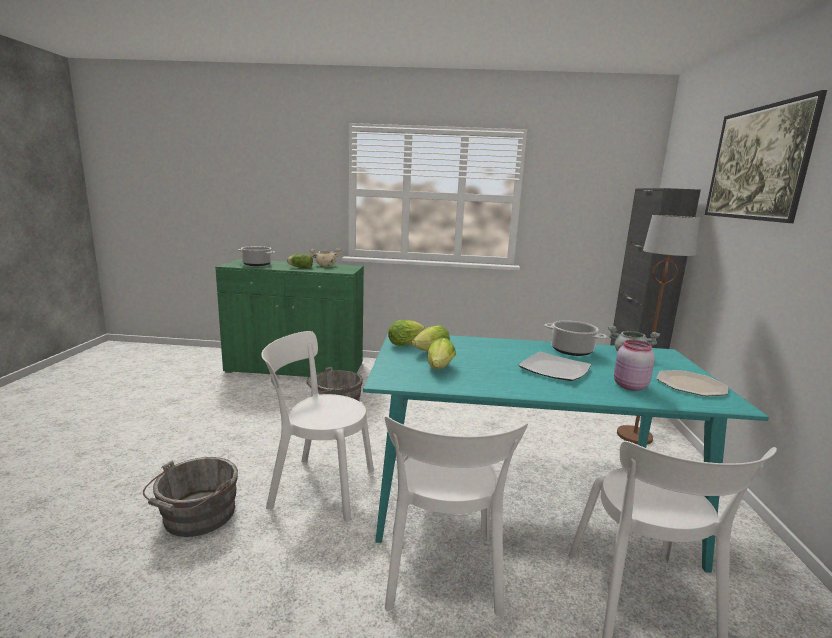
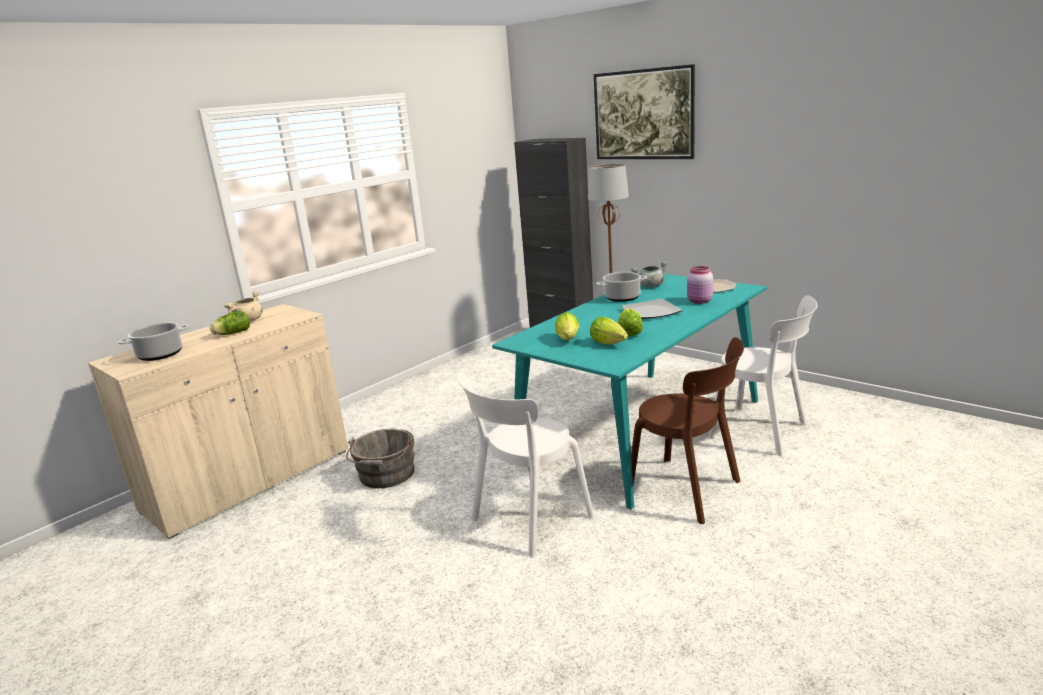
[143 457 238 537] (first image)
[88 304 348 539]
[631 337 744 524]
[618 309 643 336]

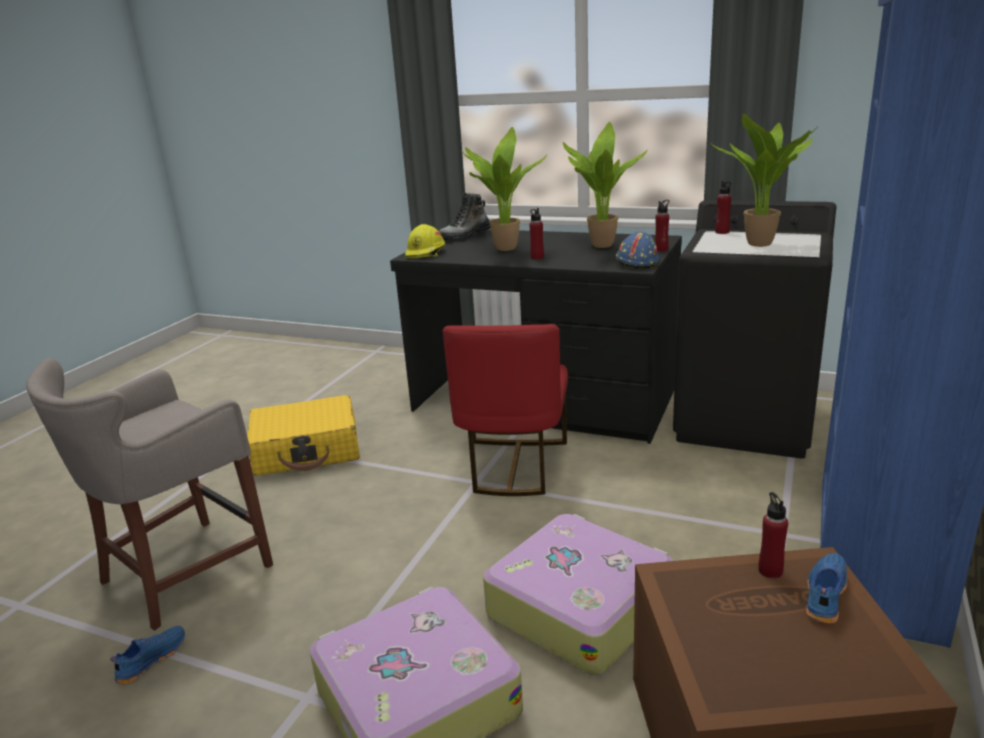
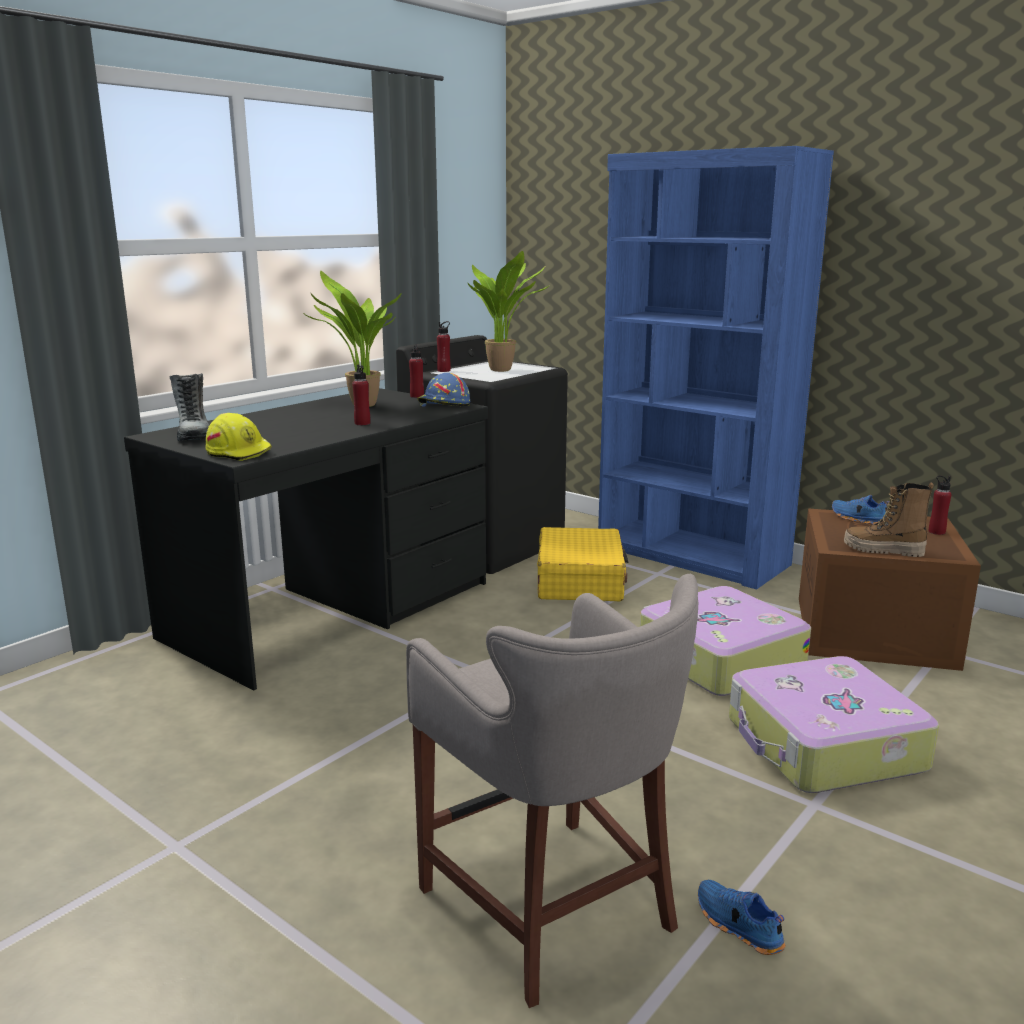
[537 527 629 601]
[443 324 568 496] (first image)
[462 127 547 251] (first image)
[929 476 952 535]
[844 483 934 557]

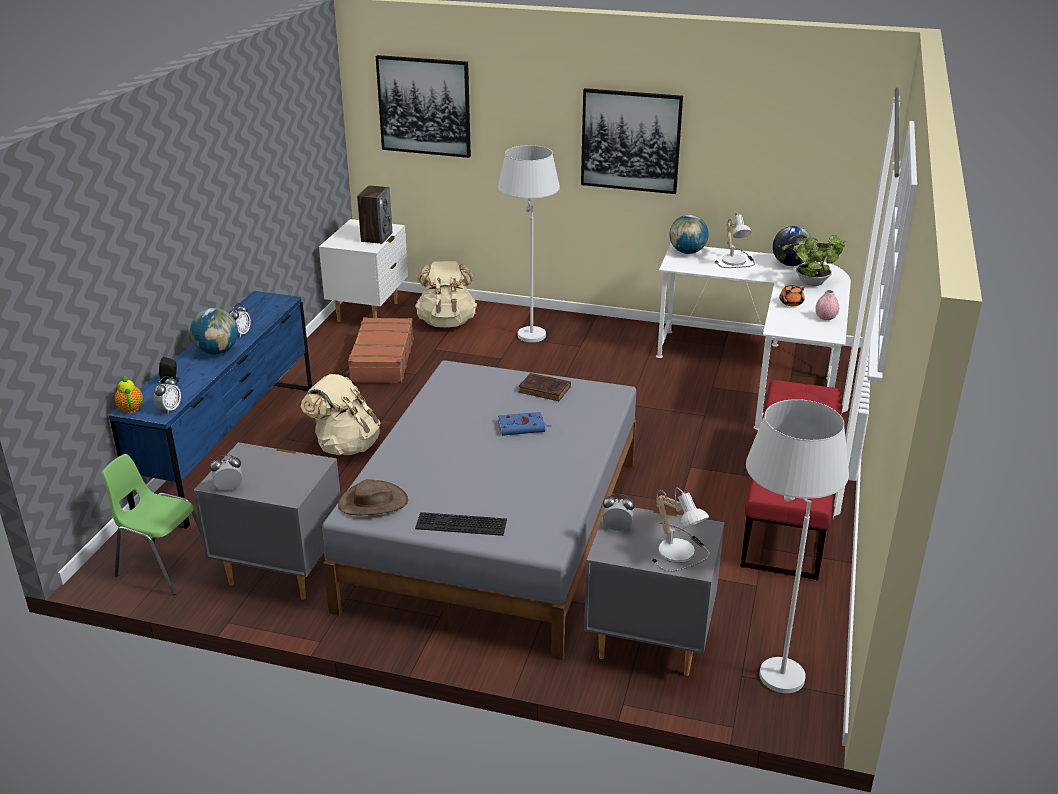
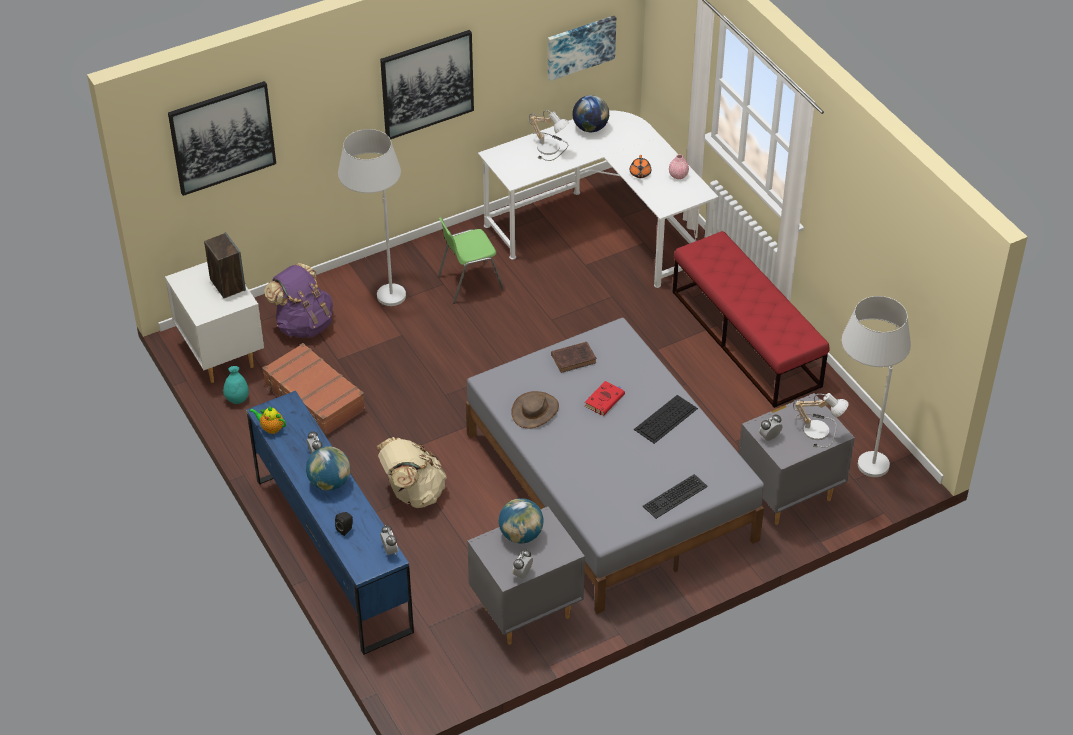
[438 217 504 304]
[250 406 286 434]
[511 391 559 428]
[264 263 333 338]
[585 381 625 416]
[499 498 544 543]
[782 235 845 286] (first image)
[223 366 249 404]
[548 16 616 81]
[634 395 698 444]

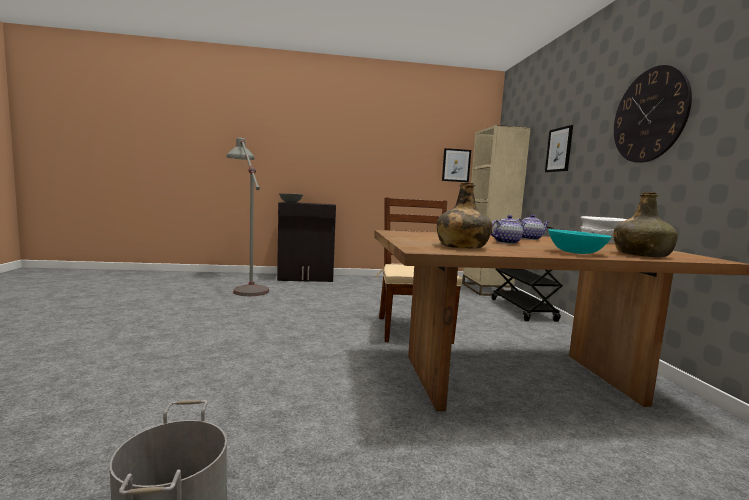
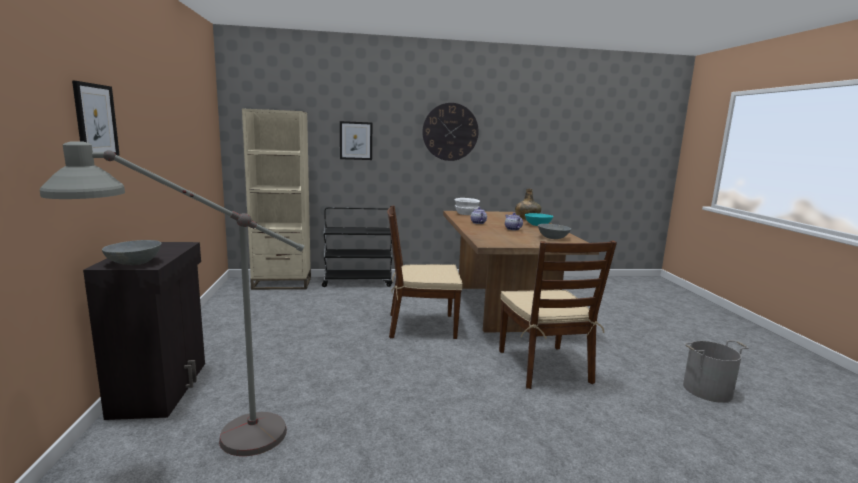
[538 224 571 239]
[72 81 120 156]
[499 240 617 389]

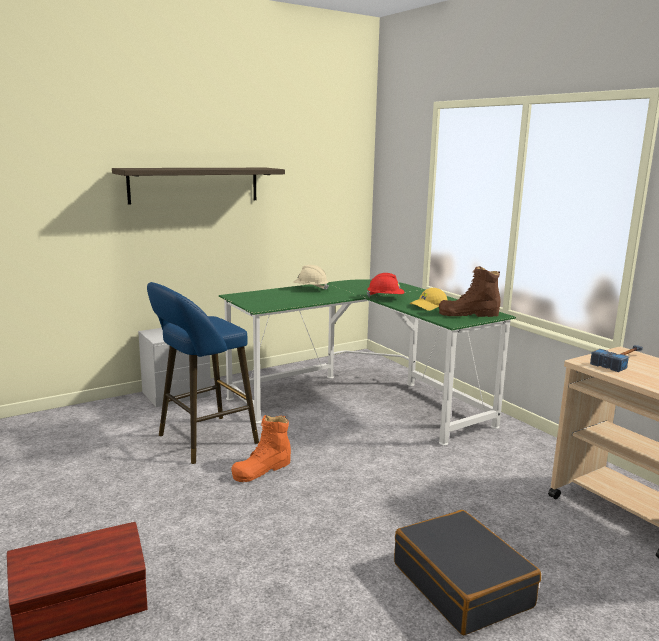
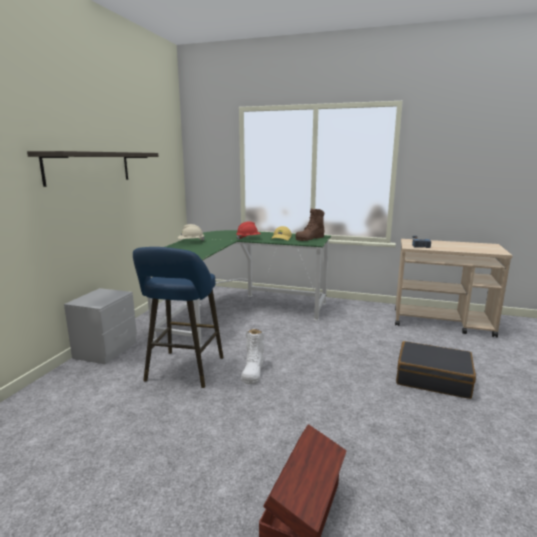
[241 328 264 384]

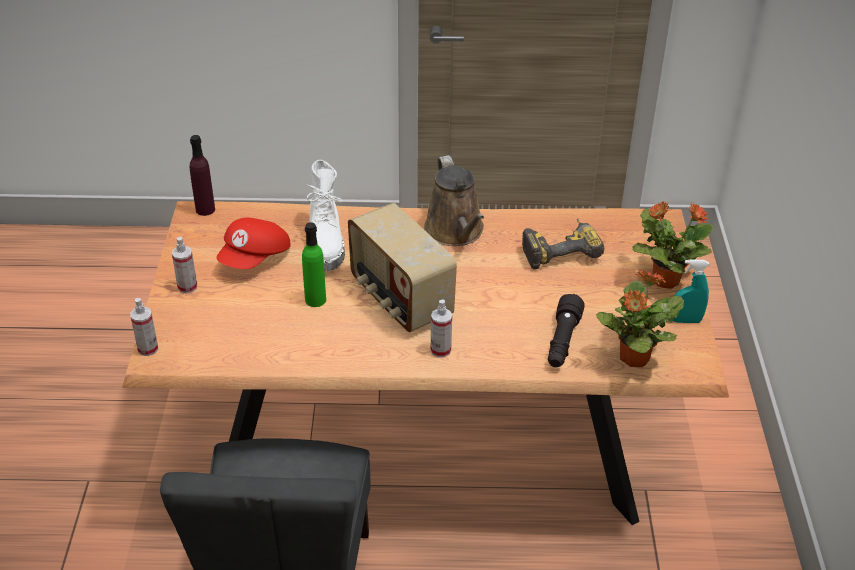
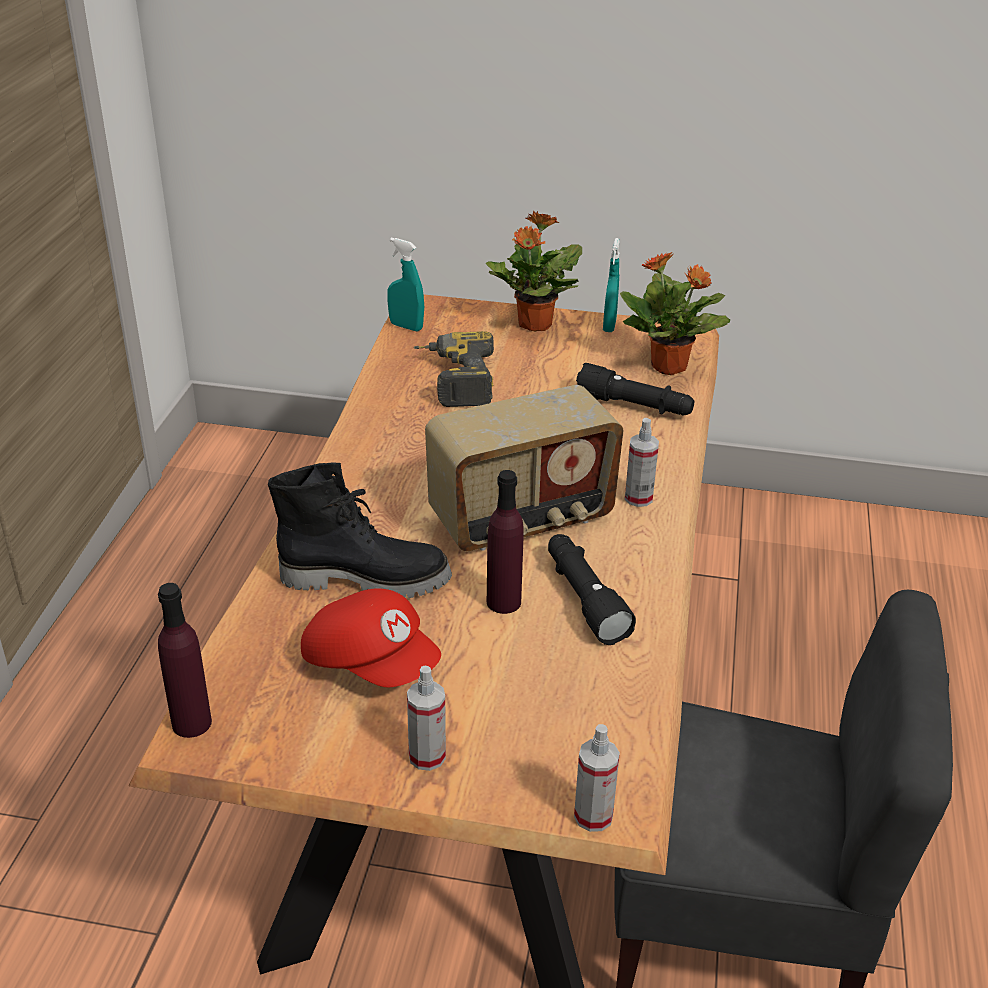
[487 470 524 614]
[268 462 452 598]
[424 155 484 246] (first image)
[387 237 424 331]
[548 534 636 645]

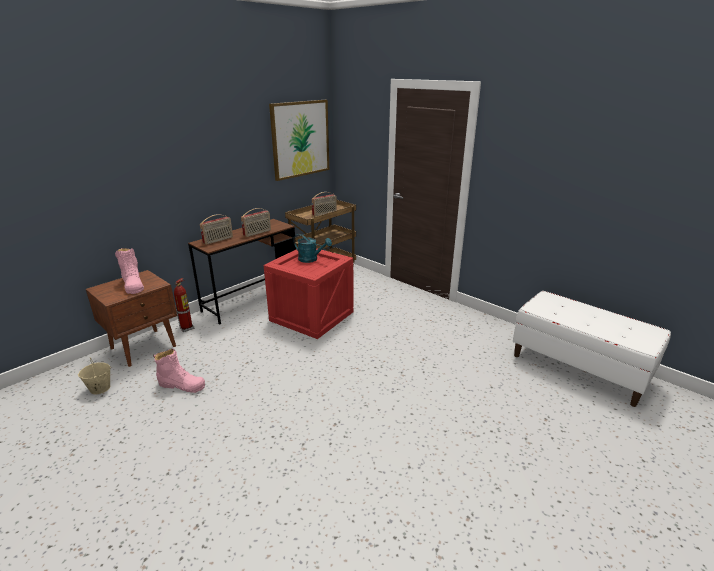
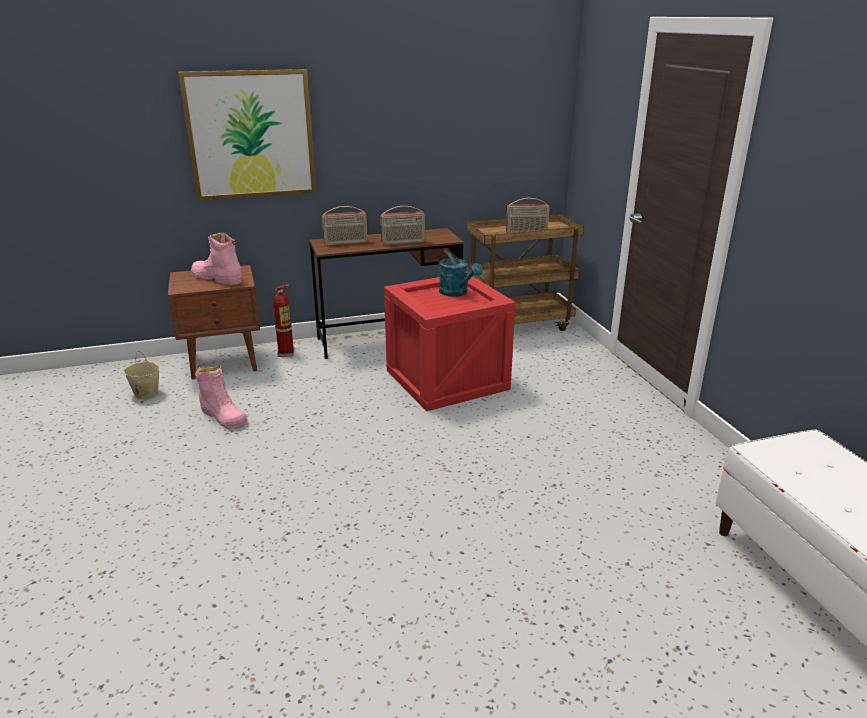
[191 233 242 285]
[178 69 316 200]

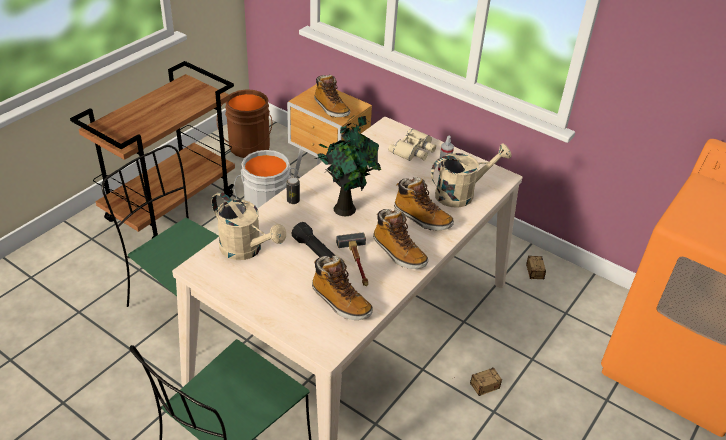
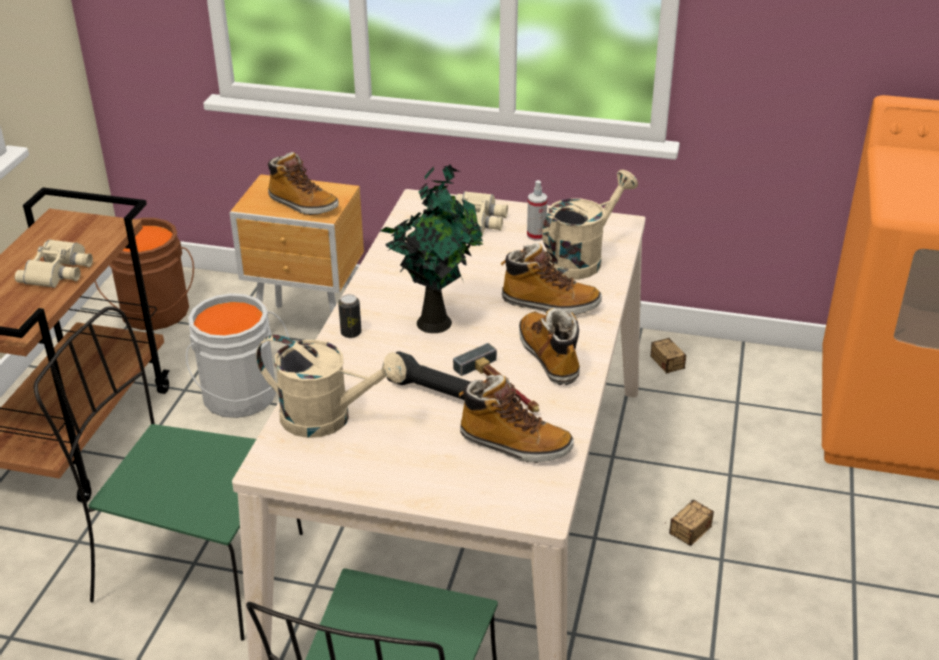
[519 308 580 385]
[15 239 93 288]

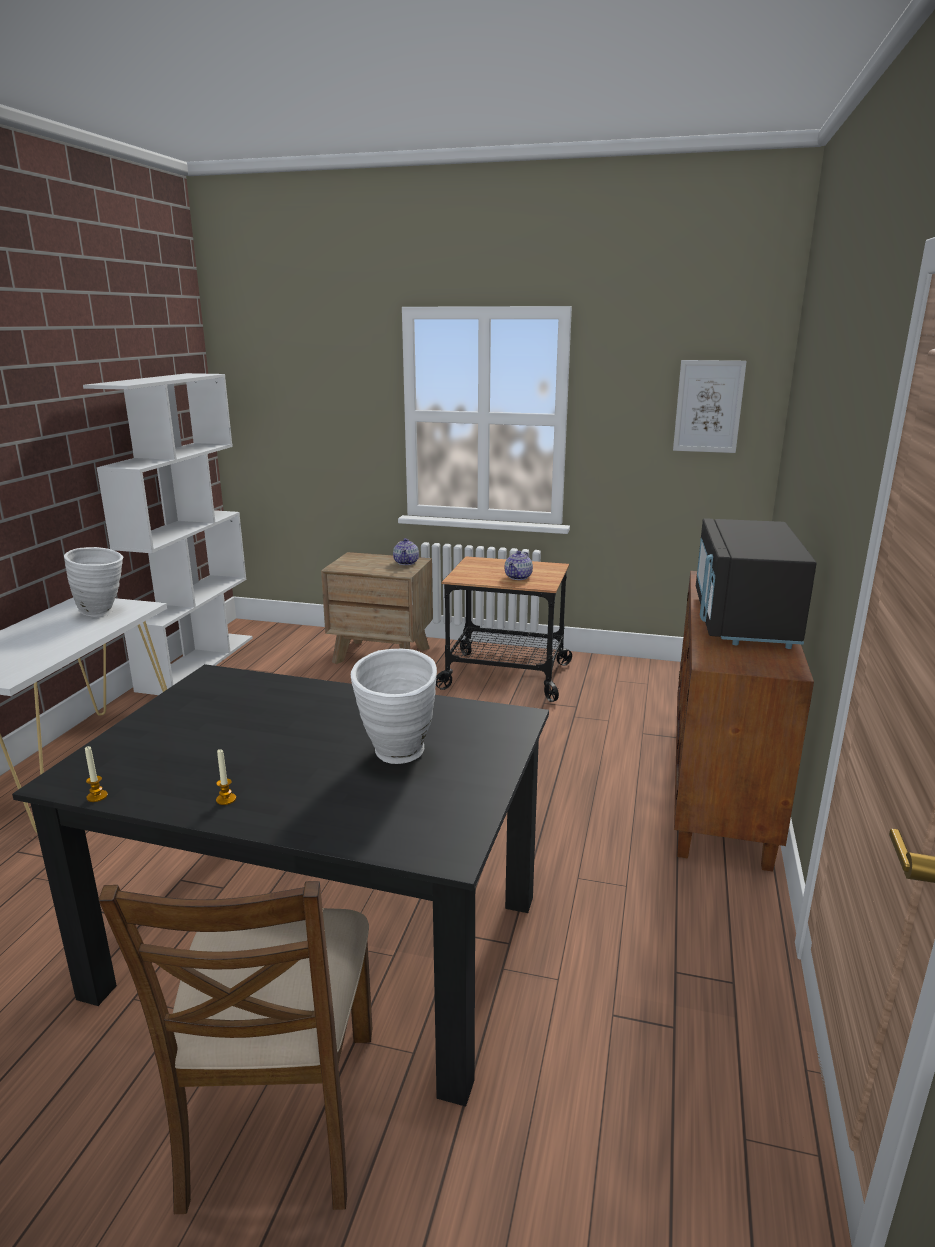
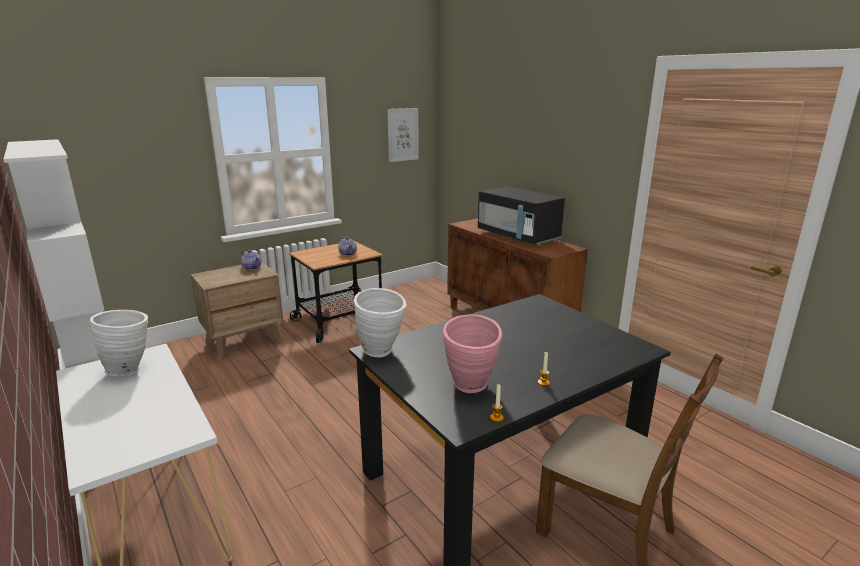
[354 288 407 357]
[443 314 502 393]

